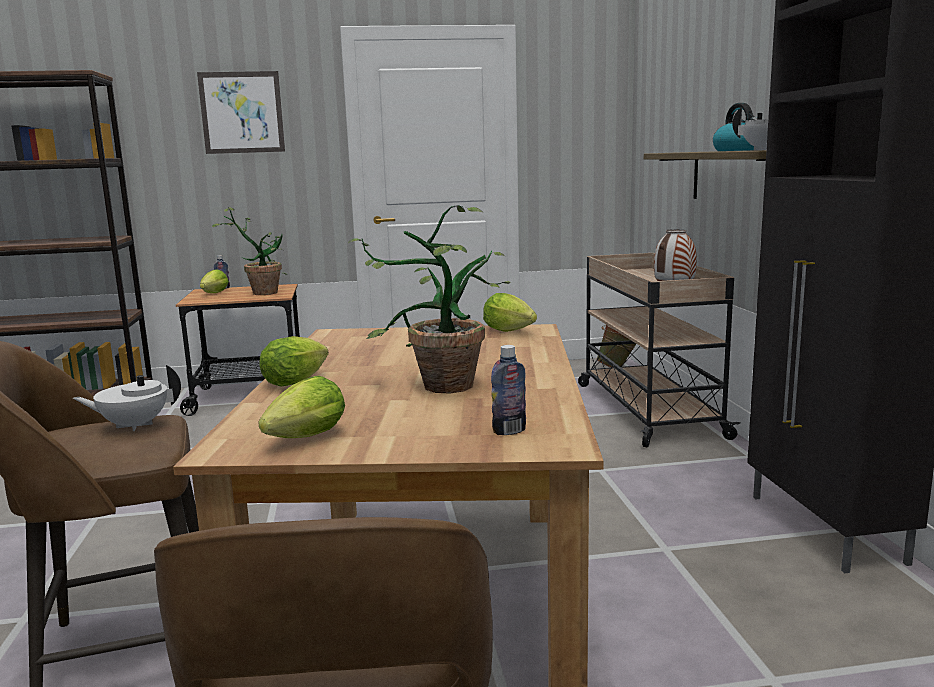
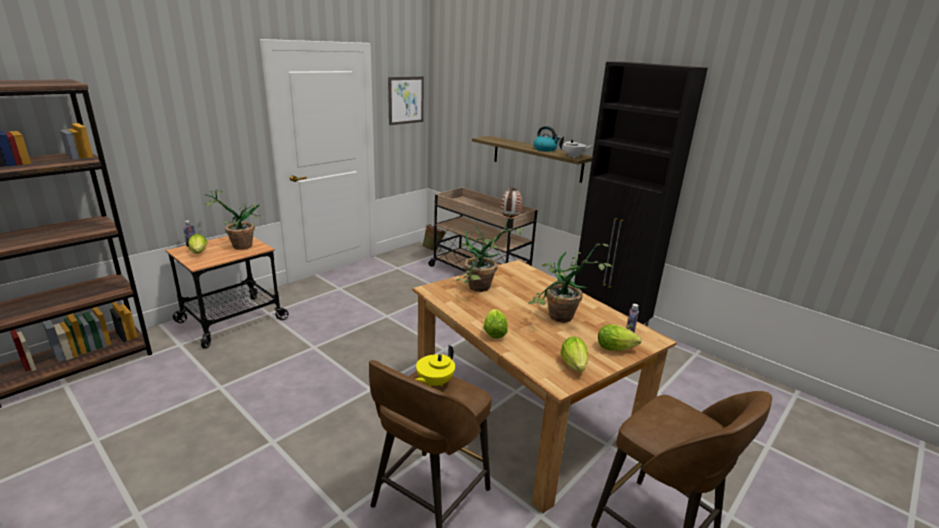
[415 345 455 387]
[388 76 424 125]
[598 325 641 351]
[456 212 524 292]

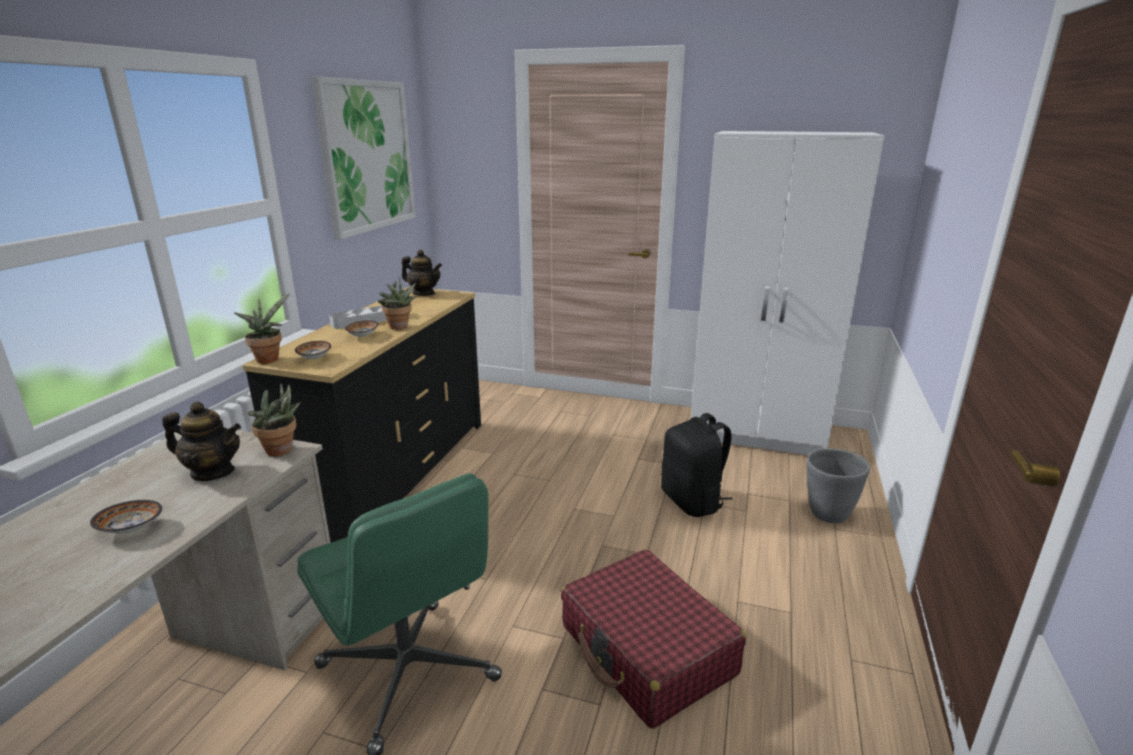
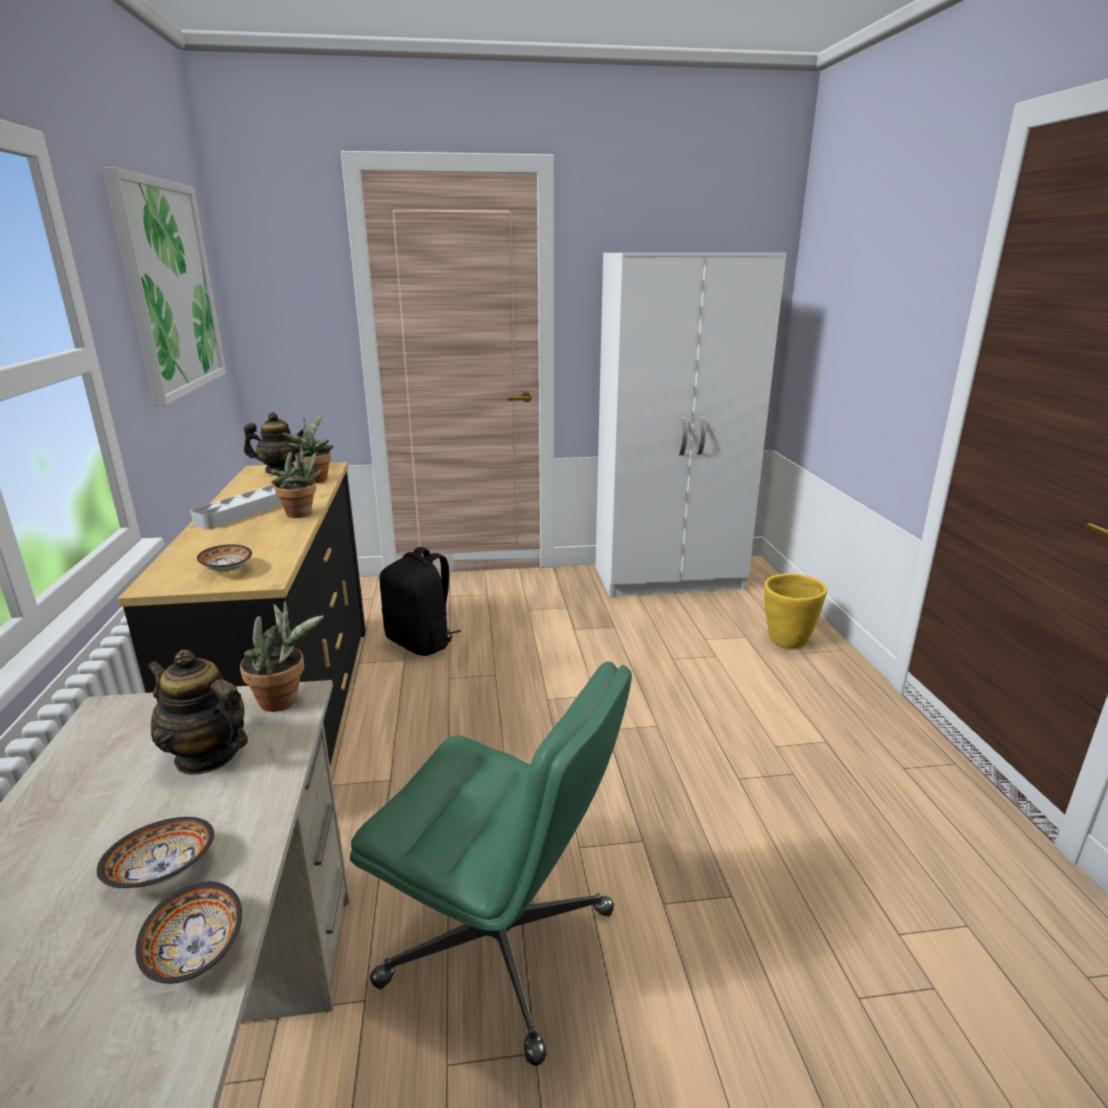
[147 650 248 775]
[282 411 334 483]
[135 881 242 984]
[561 549 746 729] (first image)
[379 547 461 656]
[764 574 827 649]

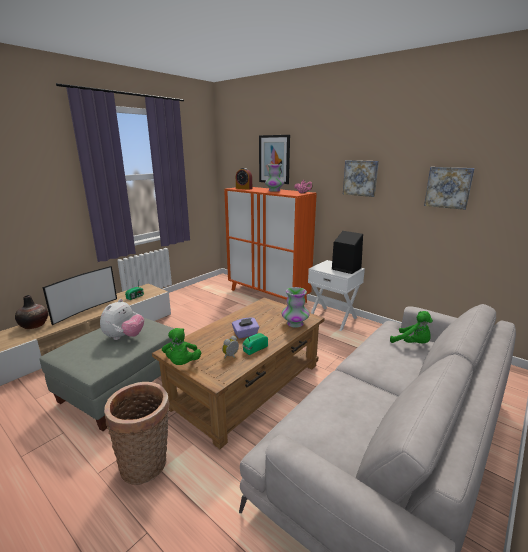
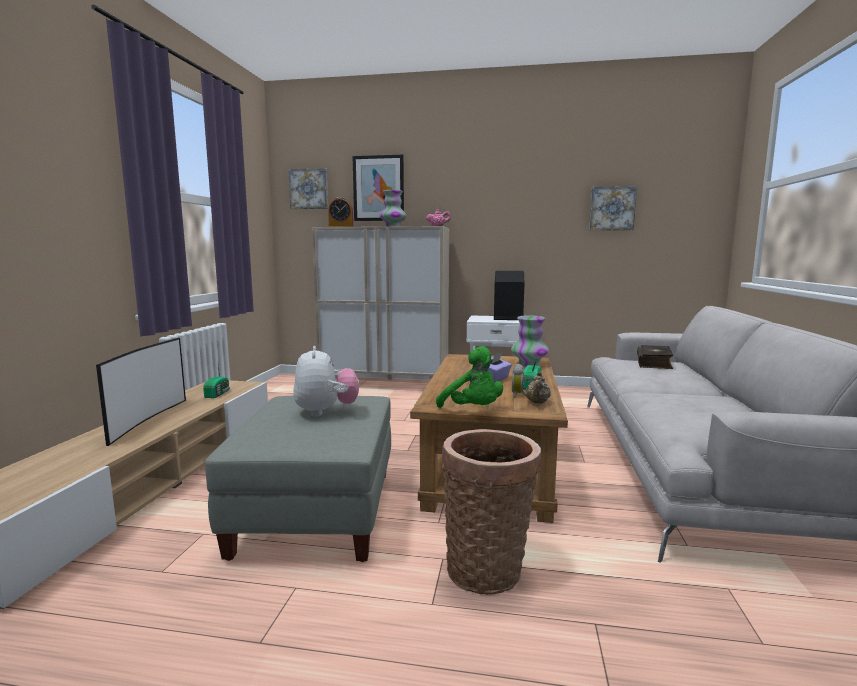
[15 295 48 329] (first image)
[312 226 449 380]
[289 168 328 209]
[637 345 673 369]
[526 372 551 404]

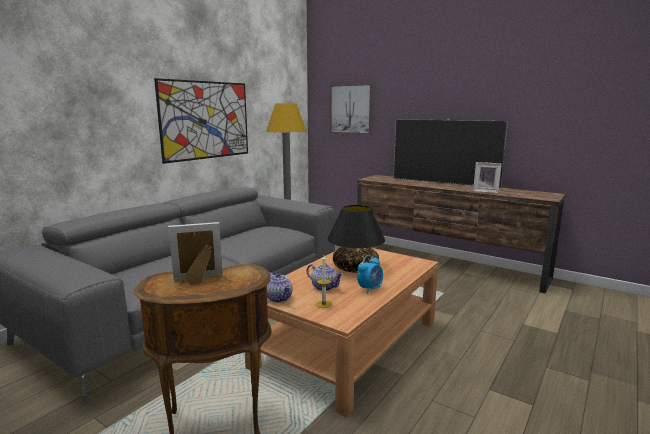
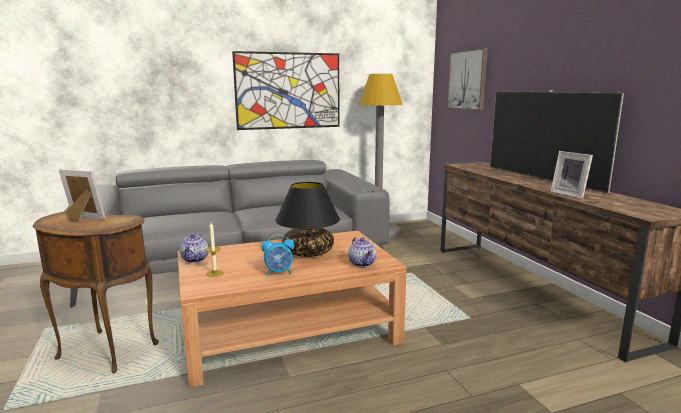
[348 237 376 267]

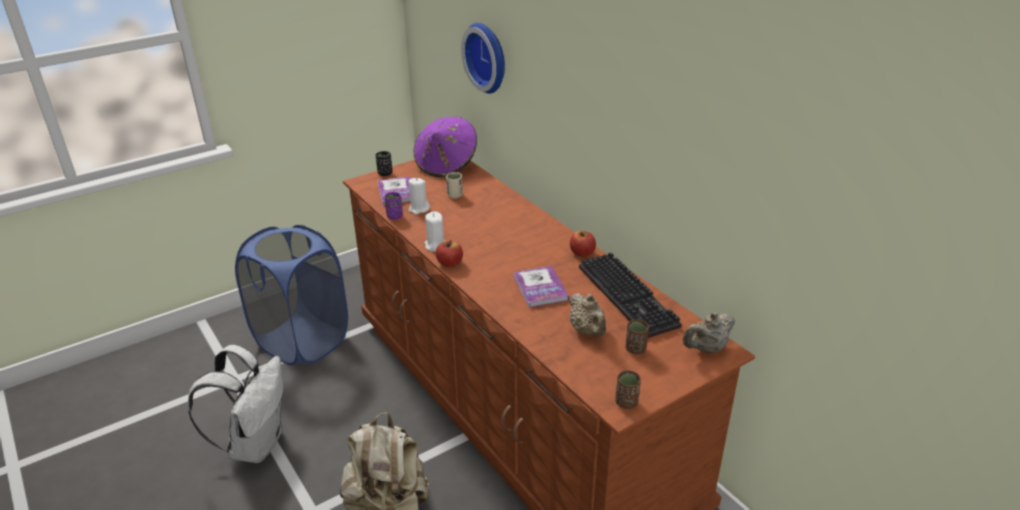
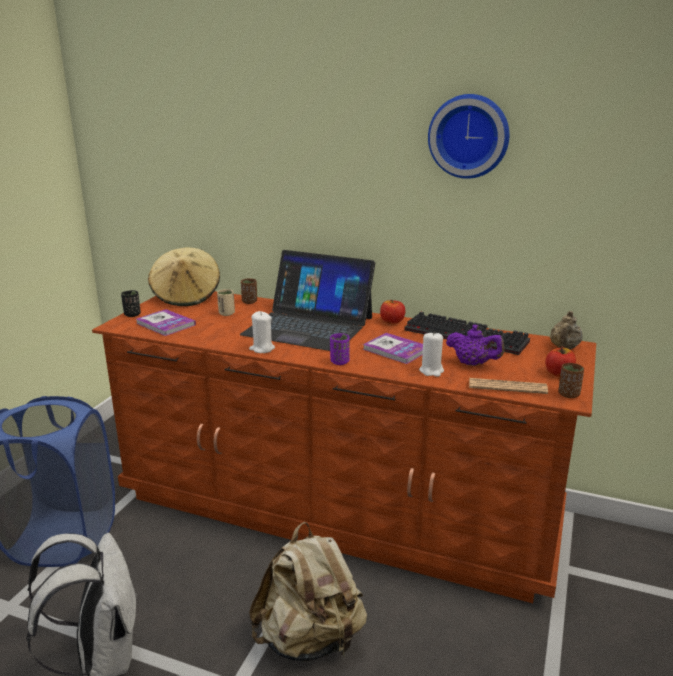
[330 333 350 365]
[419 332 444 377]
[148 248 220 306]
[546 346 576 377]
[428 94 509 179]
[446 325 505 366]
[241 279 257 304]
[240 250 375 351]
[469 378 548 394]

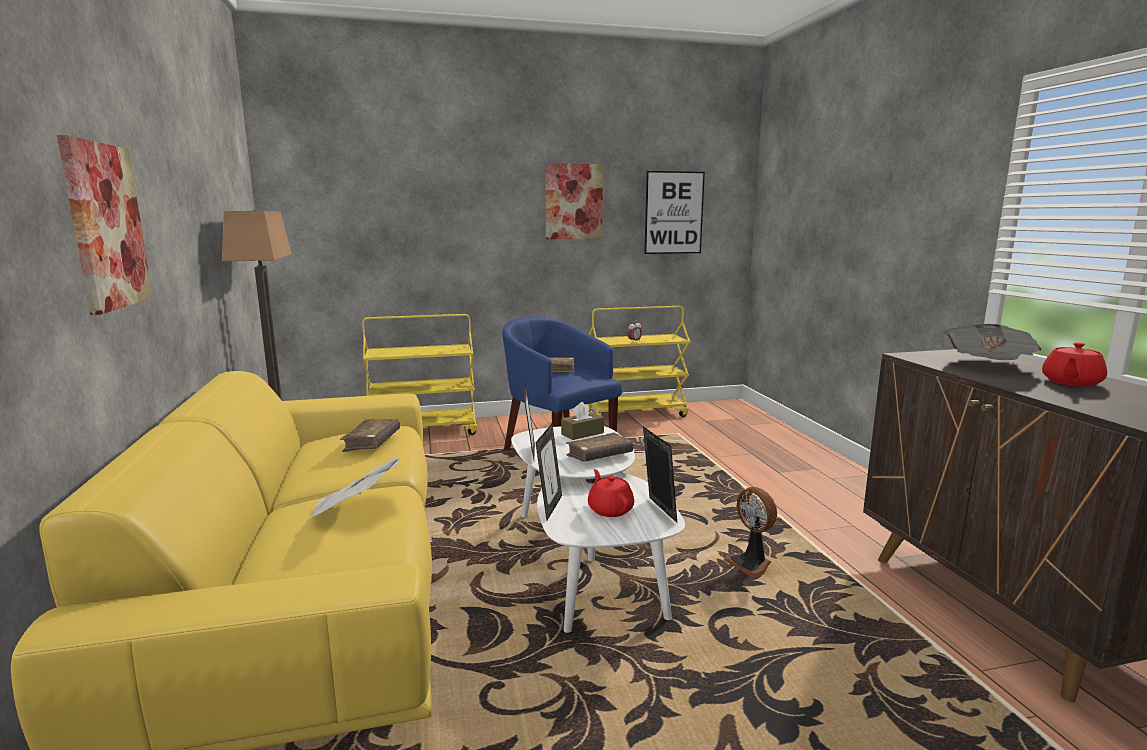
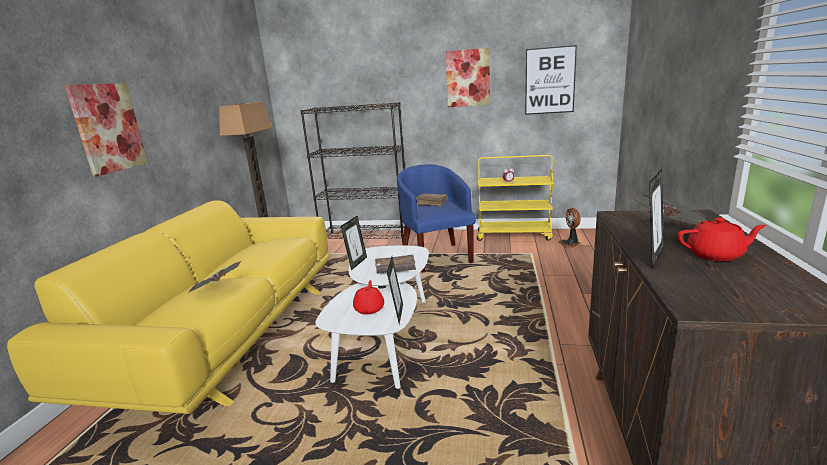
[340 419 400 452] (first image)
[300 102 405 243]
[649 169 664 269]
[561 402 604 440] (first image)
[558 208 580 248]
[677 218 767 261]

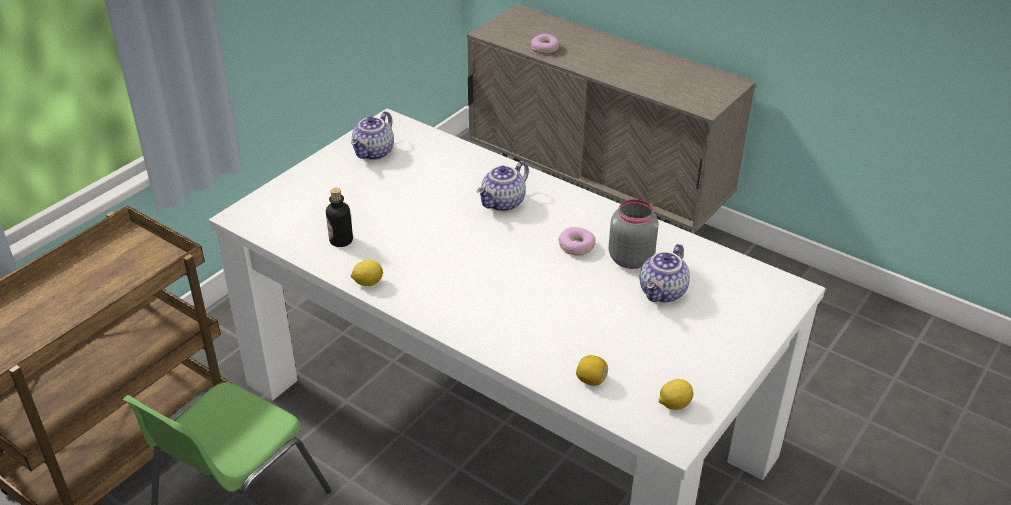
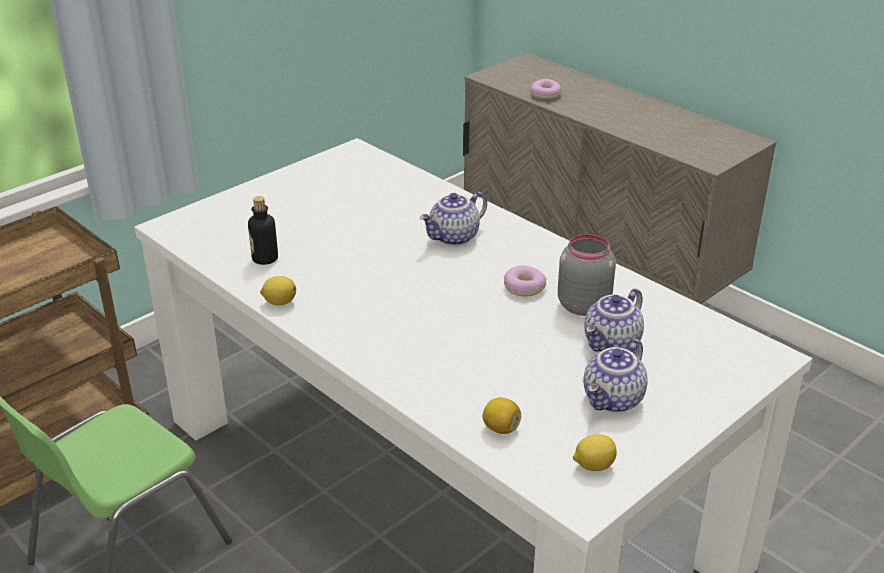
[584 339 648 413]

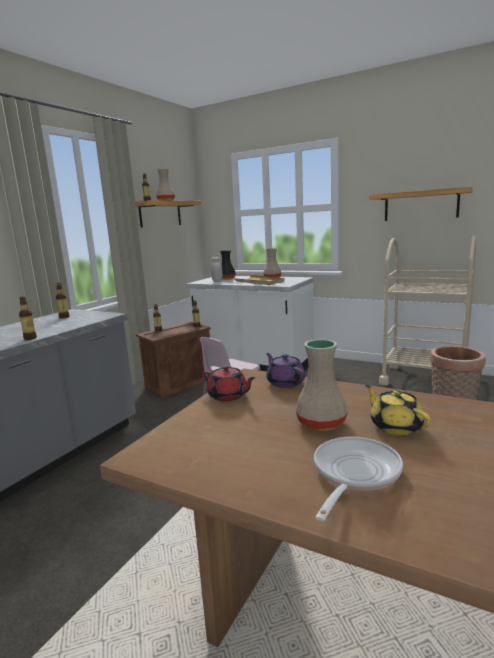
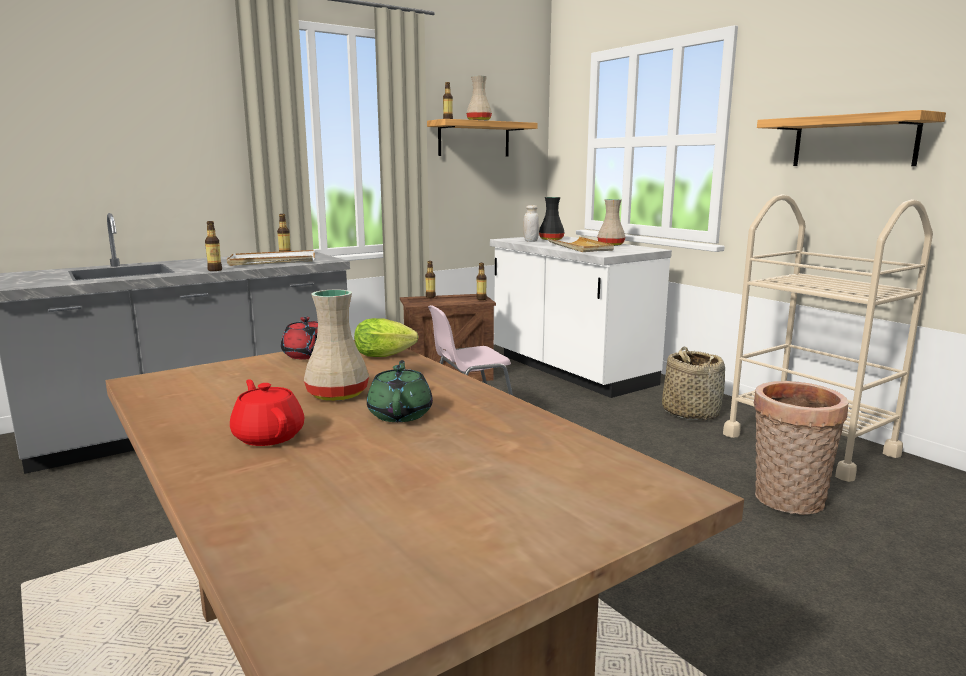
[354 318 419 357]
[230 379 304 446]
[367 360 433 422]
[227 250 315 266]
[662 346 725 420]

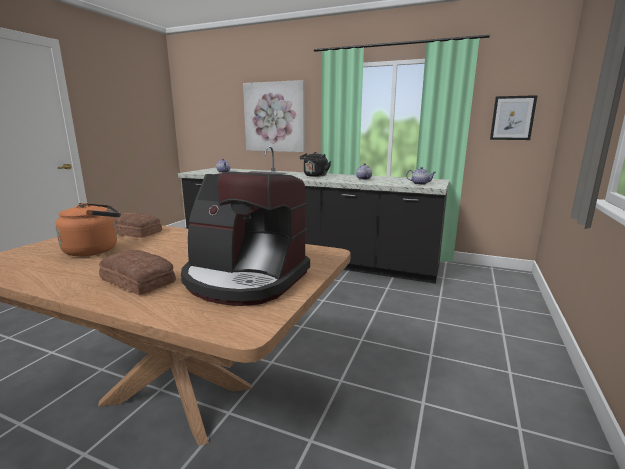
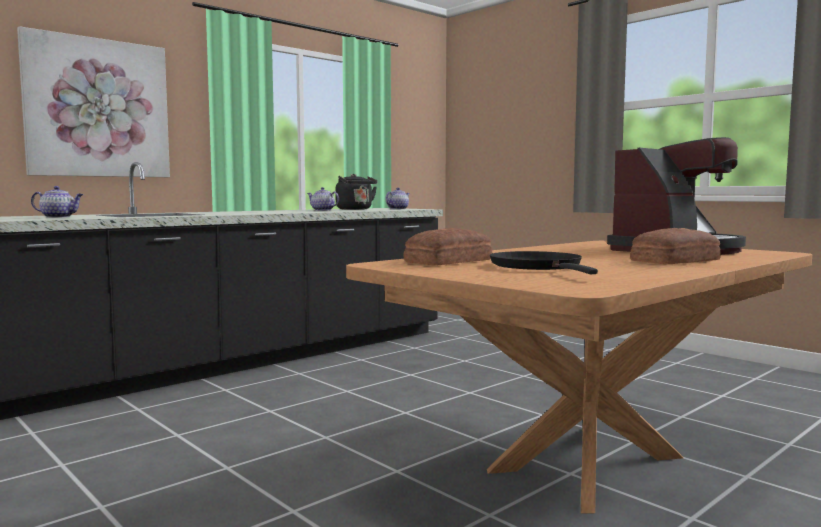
[490 251 598 274]
[335 174 378 210]
[490 95 538 140] (first image)

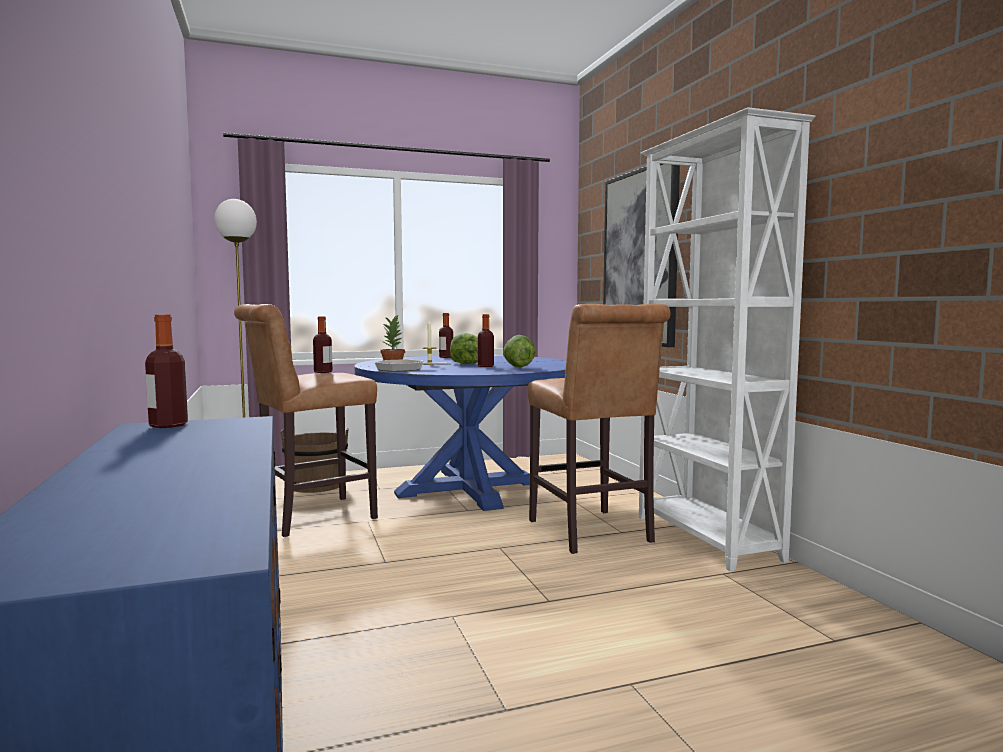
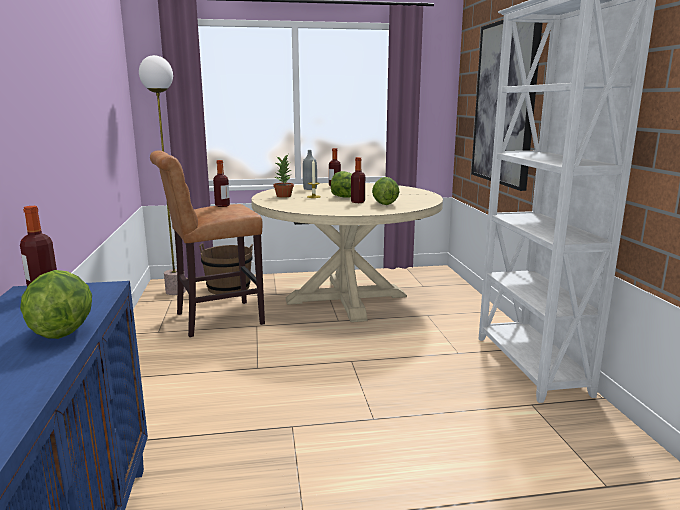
[251 183 443 322]
[374 359 451 372] (first image)
[528 304 671 554] (first image)
[20 270 92 339]
[303 150 317 190]

